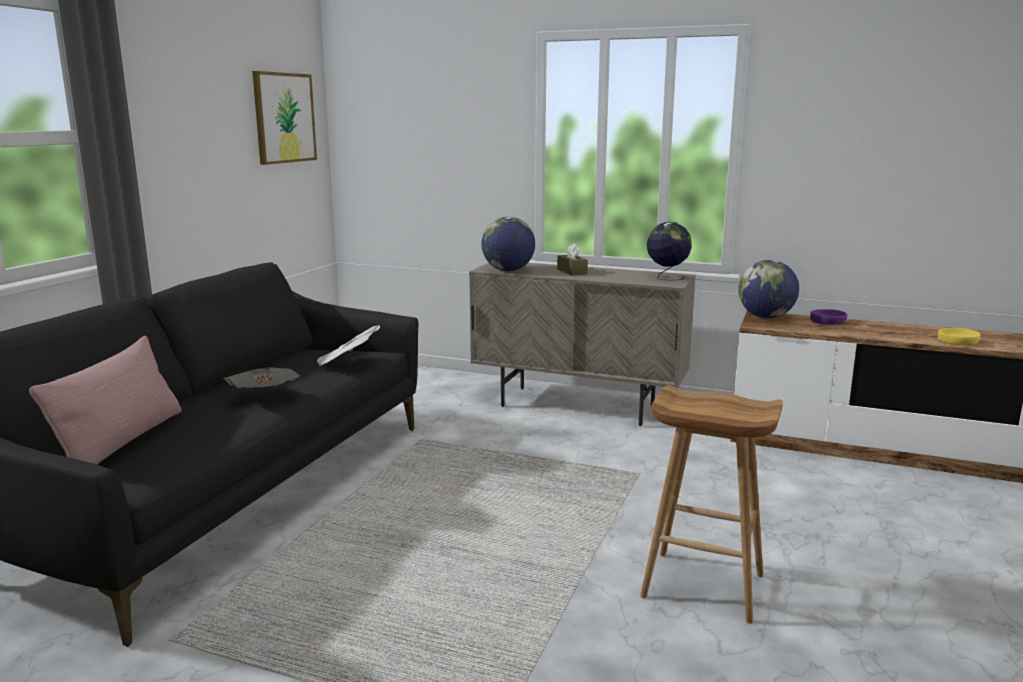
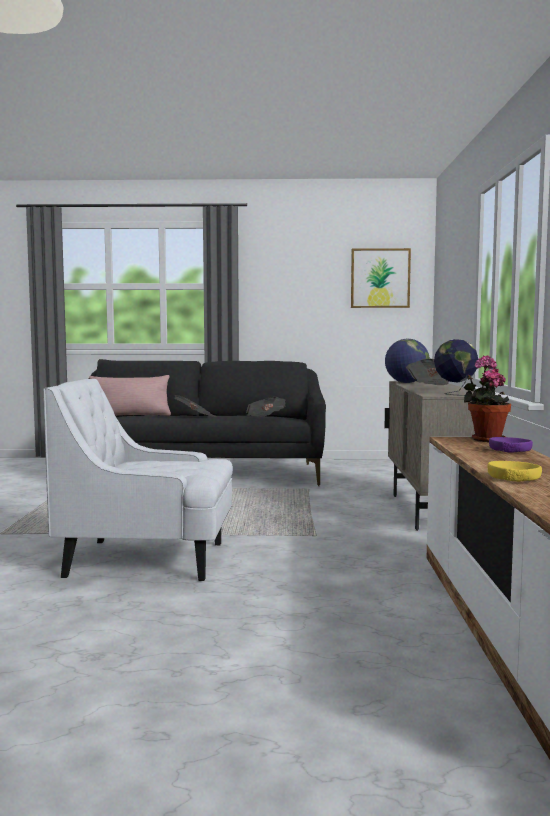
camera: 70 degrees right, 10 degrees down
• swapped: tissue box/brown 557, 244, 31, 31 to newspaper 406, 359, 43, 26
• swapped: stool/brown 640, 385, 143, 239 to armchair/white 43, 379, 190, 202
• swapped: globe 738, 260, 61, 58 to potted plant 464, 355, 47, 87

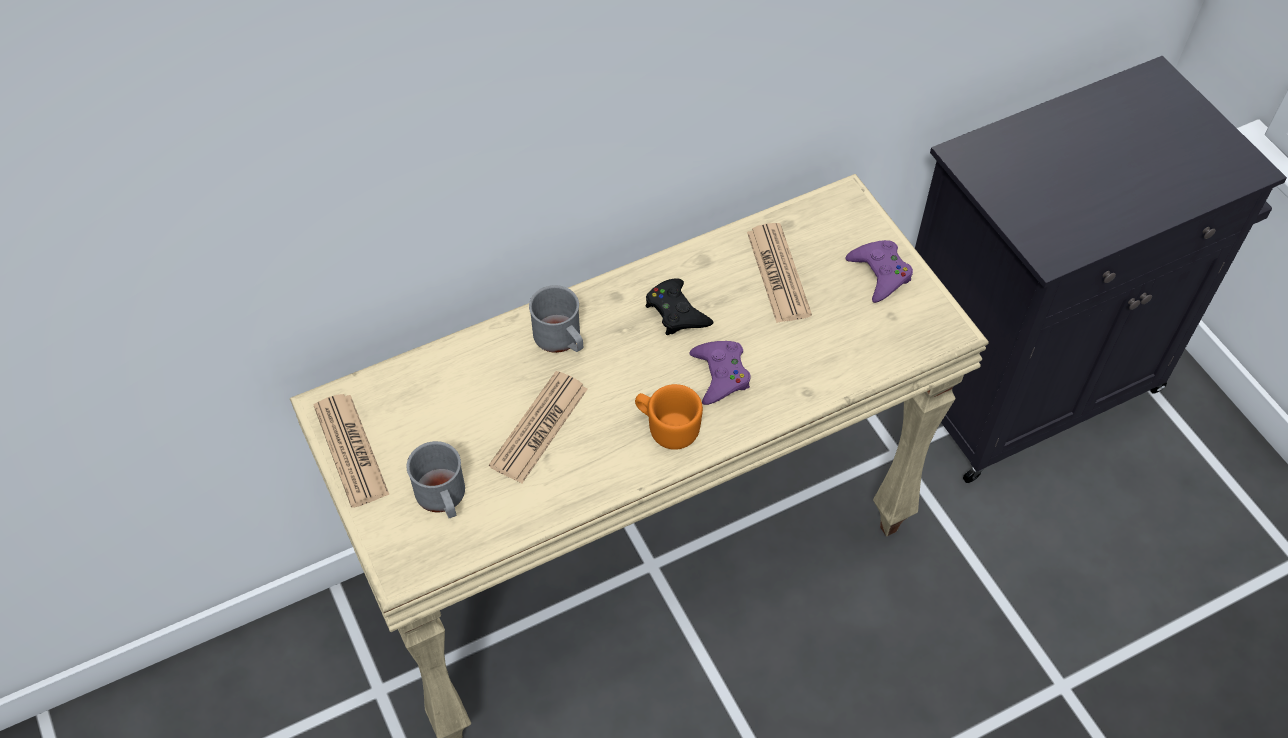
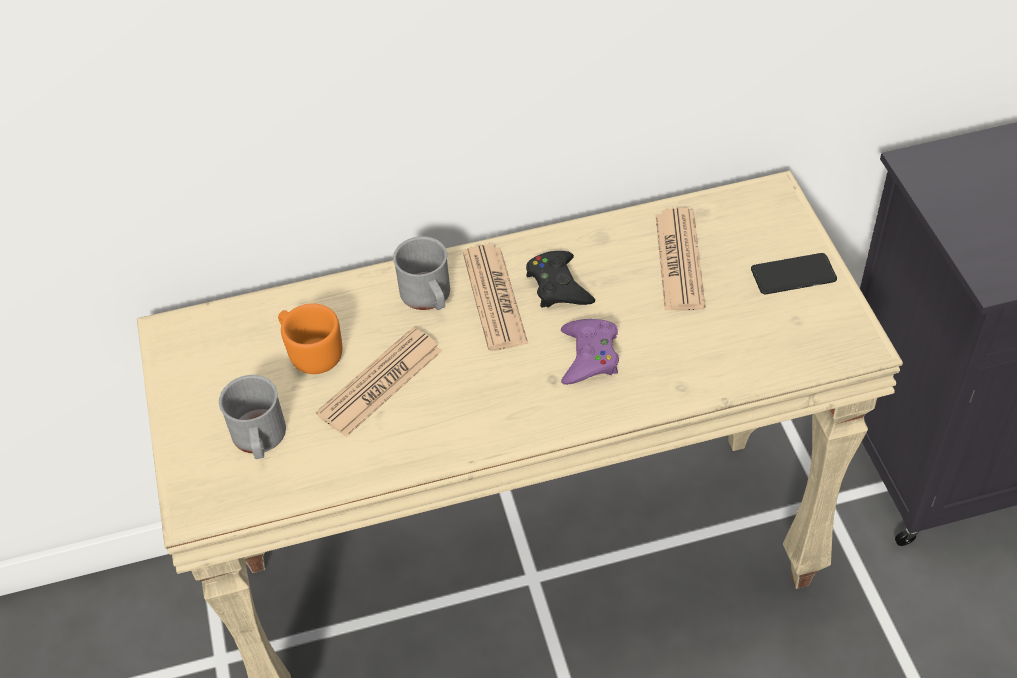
camera: 15 degrees right, 5 degrees down
• shifted: newspaper 313, 394, 76, 114 to 463, 244, 65, 107
• shifted: mug/orange 635, 384, 68, 66 to 278, 303, 64, 71
• swapped: game controller/purple 845, 240, 68, 63 to phone 751, 253, 86, 41

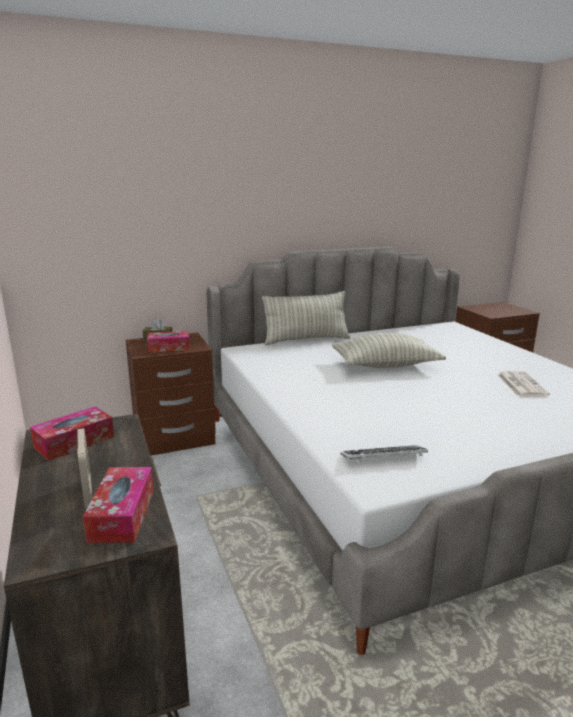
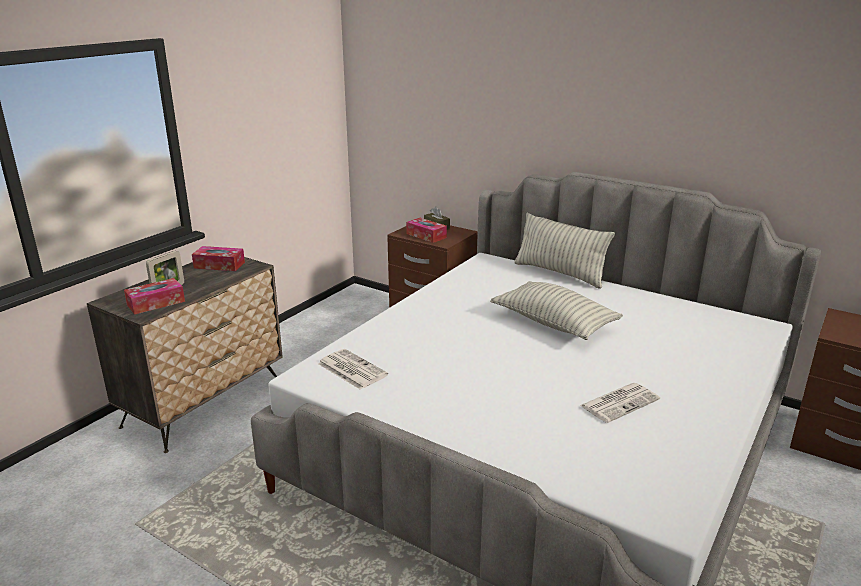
camera: 55 degrees right, 5 degrees up
• swapped: keyboard 341, 445, 87, 17 to newspaper 318, 349, 70, 41

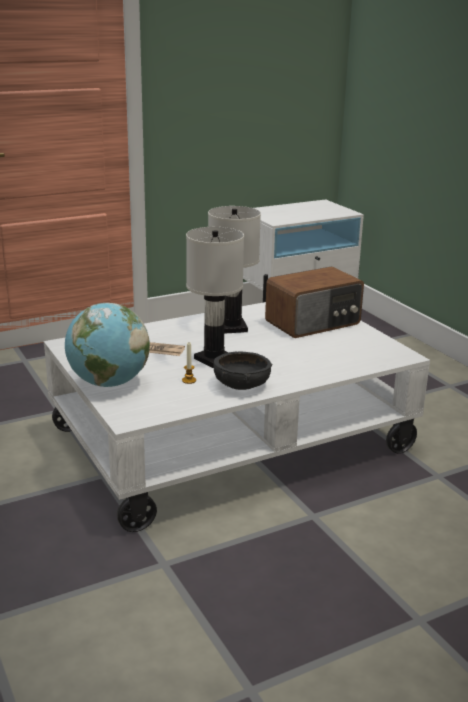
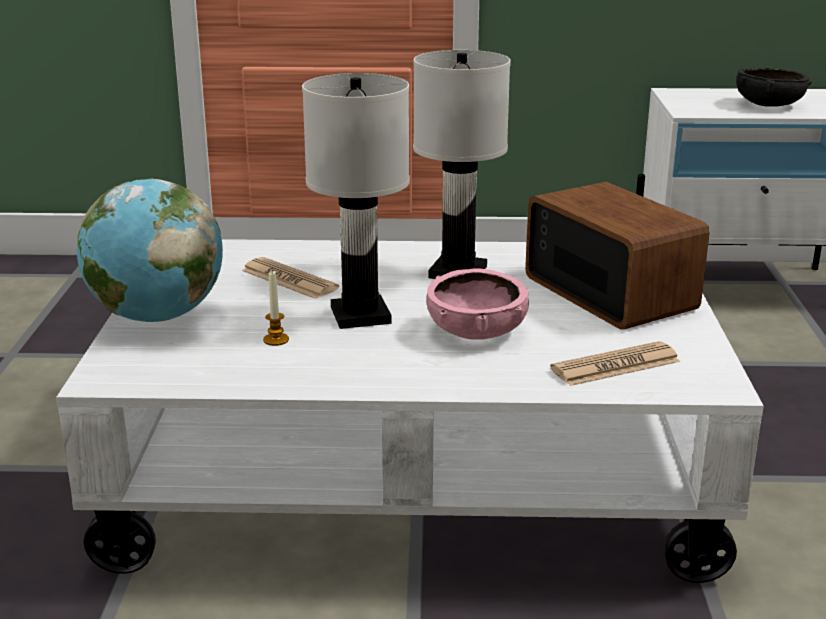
camera: 30 degrees right, 0 degrees up
• new: bowl/pink 426, 268, 103, 72
• new: newspaper 550, 341, 130, 45
• shifted: bowl/black 213, 351, 59, 39 to 736, 68, 76, 39
• rotated: radio 265, 266, 99, 72 = 525, 182, 185, 147 120 degrees counterclockwise

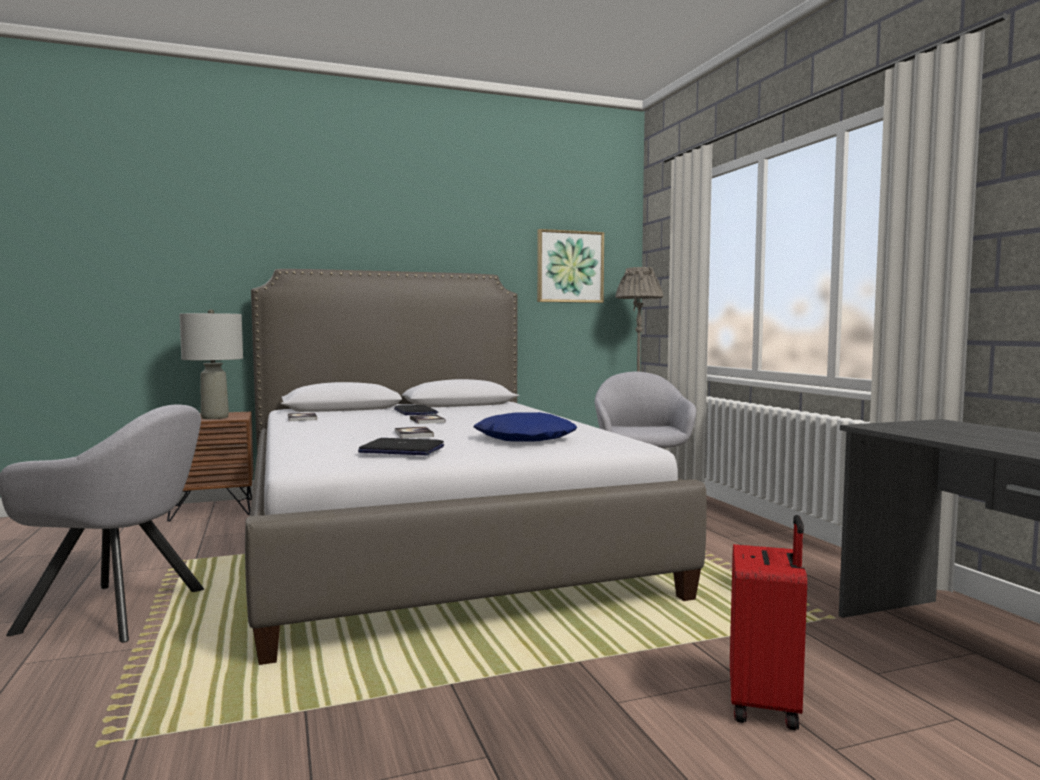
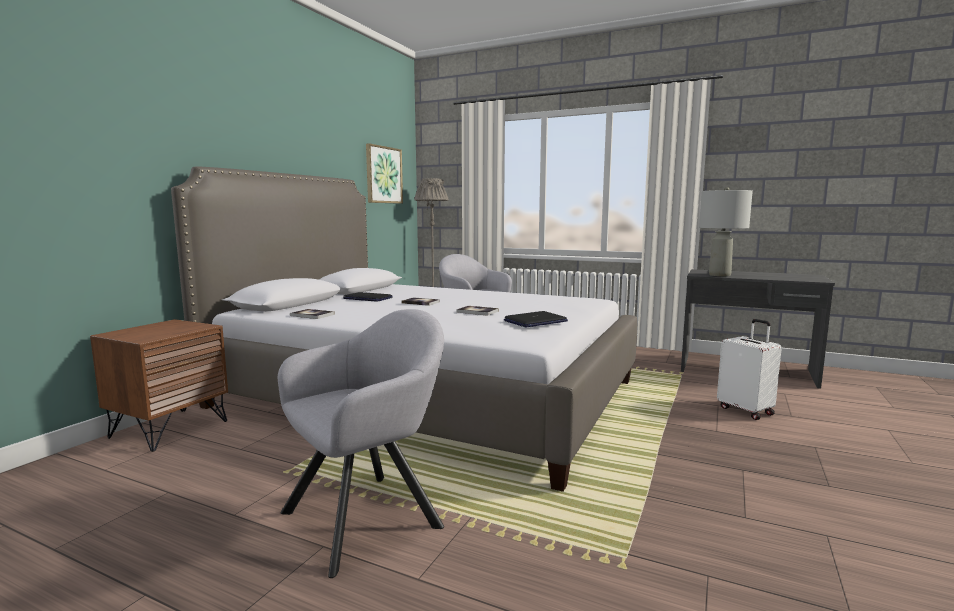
camera: 45 degrees left, 5 degrees up
• gone: pillow/blue 473, 412, 104, 30
• shifted: table lamp/grey 179, 309, 64, 110 to 699, 187, 54, 89
• repainted: suitcase/red 730, 515, 77, 215 to suitcase/white 717, 319, 65, 101

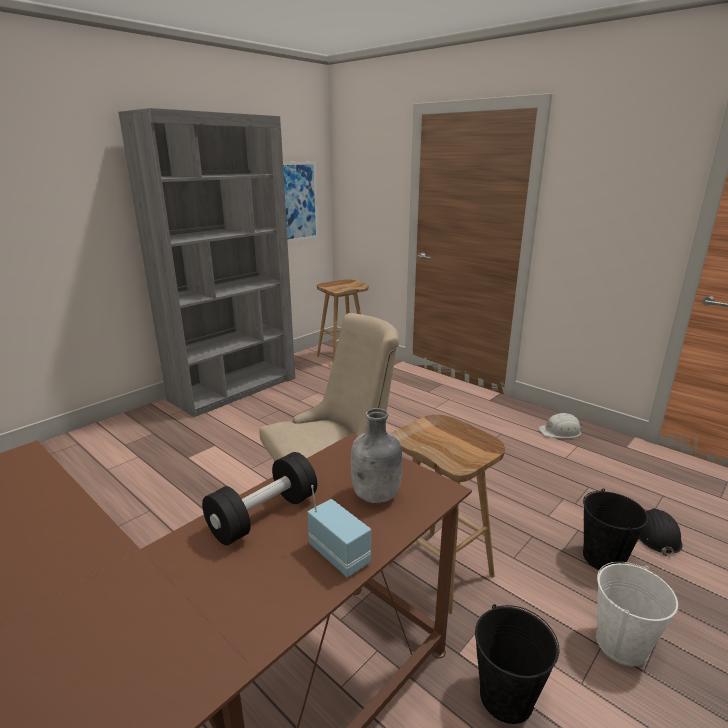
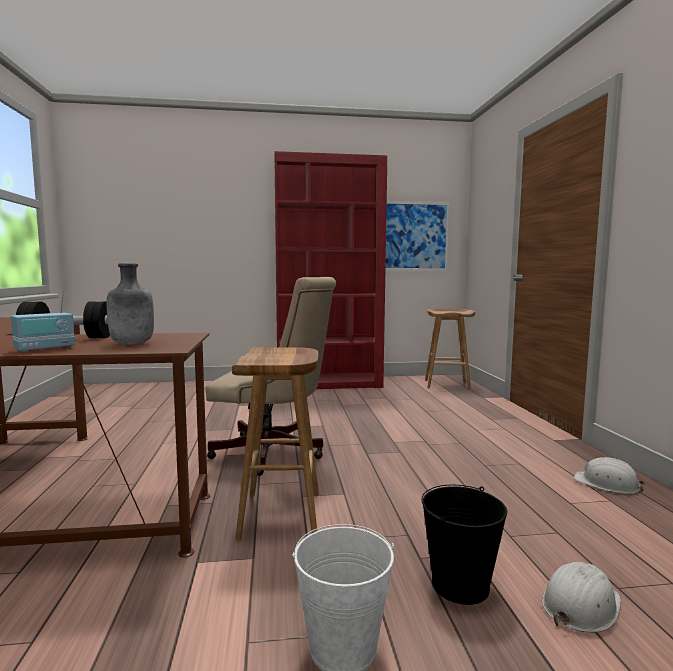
camera: 40 degrees right, 15 degrees down
• gone: bucket/black 475, 604, 84, 120
• repainted: bookcase/grey 118, 108, 177, 309 to bookcase/red 275, 151, 112, 238
• repainted: hard hat/black 639, 508, 43, 48 to hard hat/white 542, 562, 79, 71
• rotated: radio 308, 485, 63, 92 = 11, 291, 64, 61 45 degrees clockwise

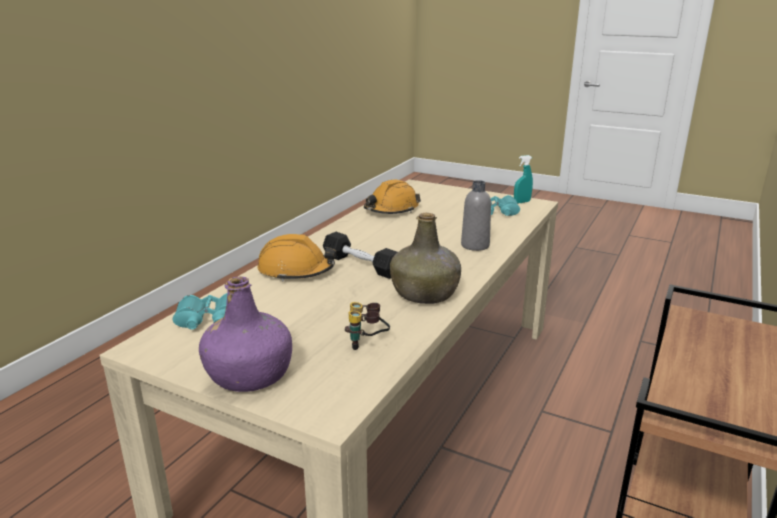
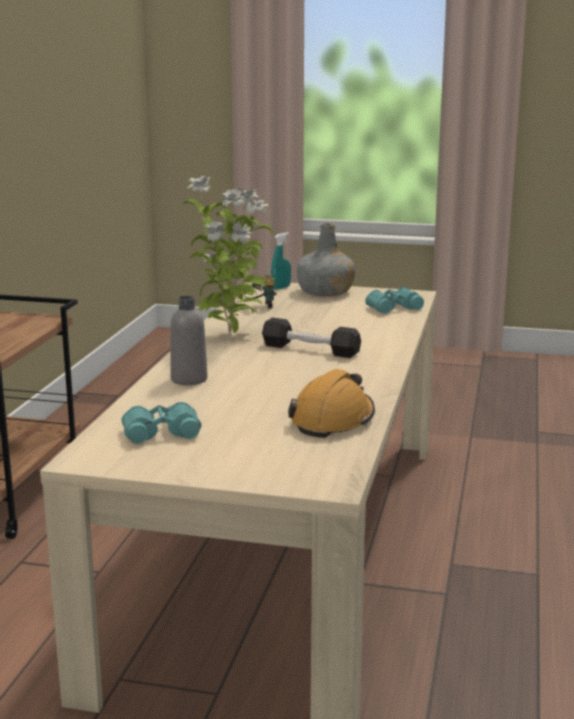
camera: 165 degrees right, 5 degrees down
• gone: hard hat/orange 257, 234, 79, 47
• shifted: spray bottle/turquoise 514, 155, 19, 48 to 271, 233, 20, 57
• swapped: bottle/green 390, 212, 71, 92 to potted plant 183, 176, 91, 158
• repainted: bottle/purple 199, 276, 93, 116 to bottle/grey 297, 223, 58, 73

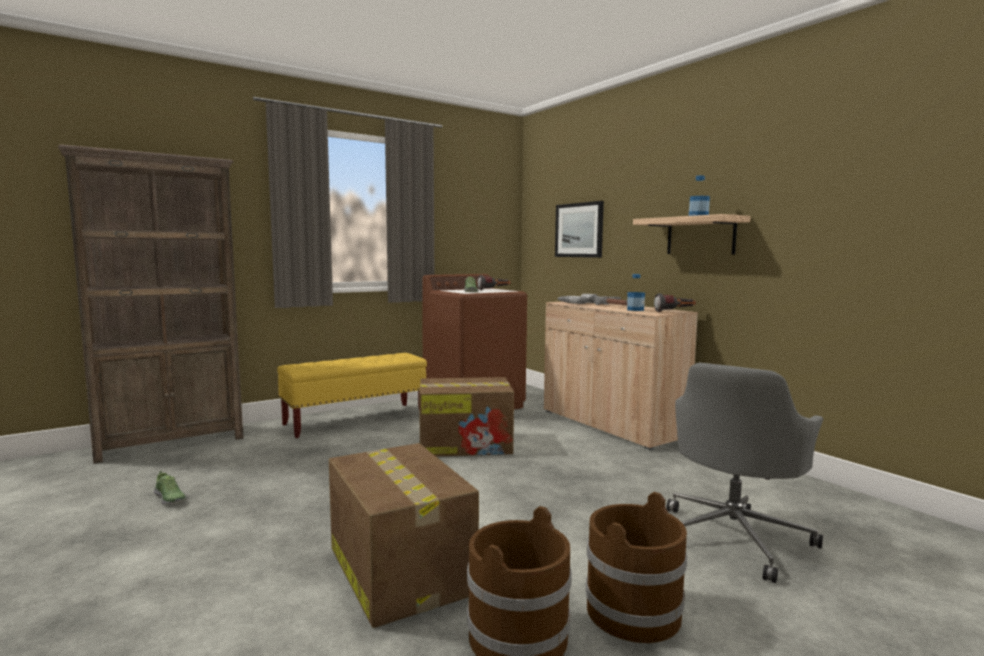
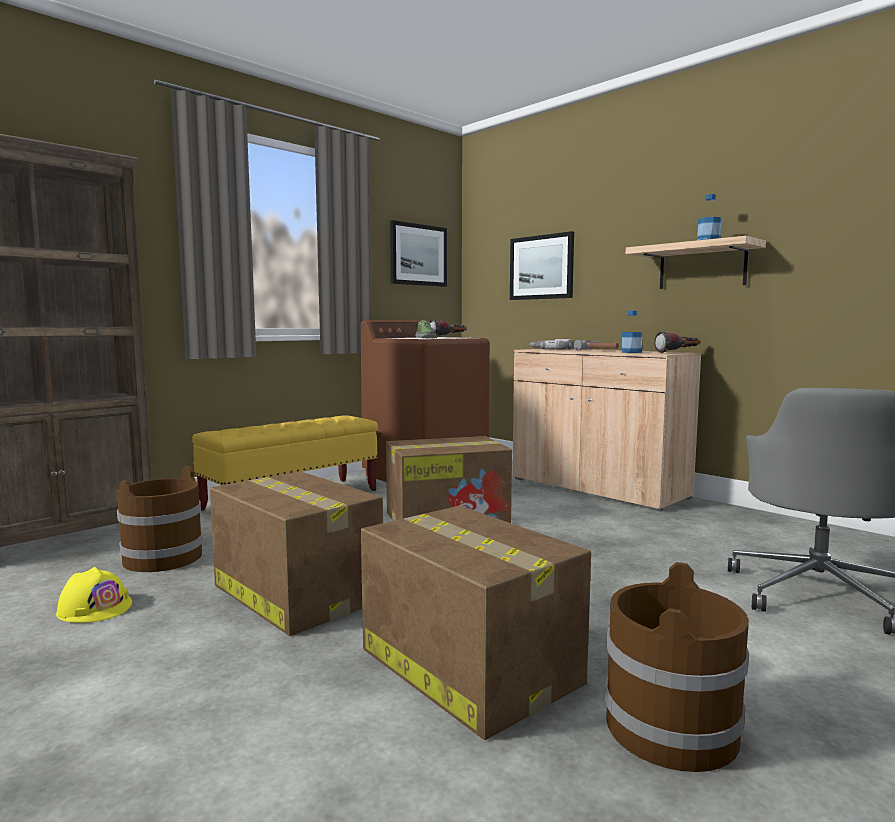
camera: 10 degrees left, 0 degrees up
• new: cardboard box 210, 471, 173, 165
• new: picture 390, 220, 57, 67
• shifted: bucket/brown 586, 492, 101, 151 to 117, 466, 86, 106
• swapped: shoe 154, 471, 32, 34 to hard hat/yellow 56, 567, 76, 56

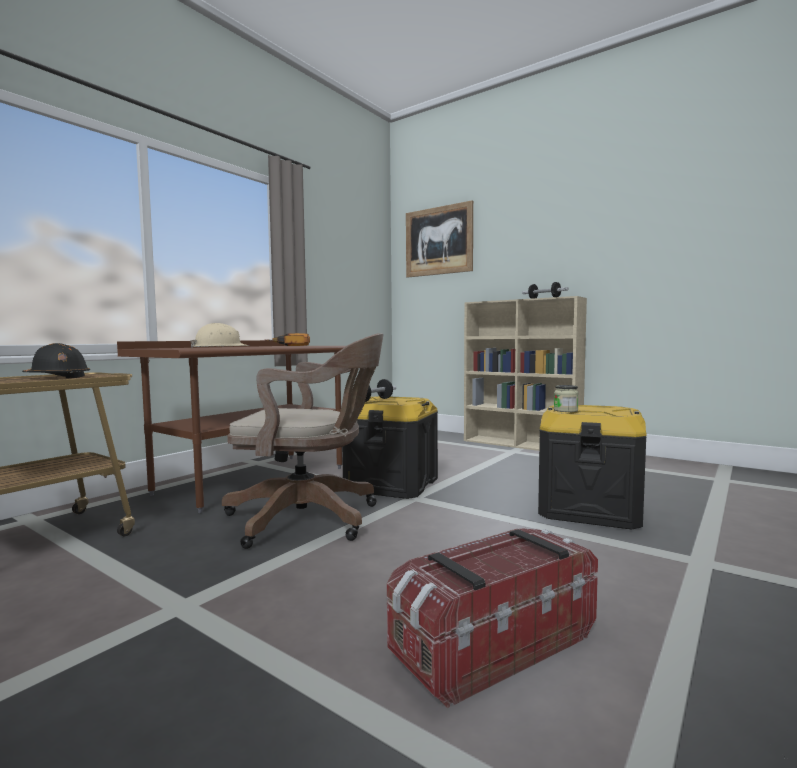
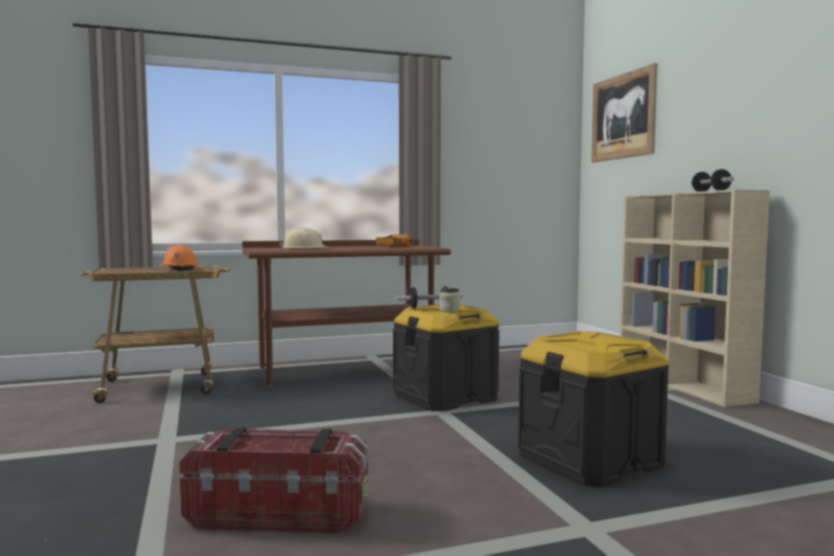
camera: 35 degrees right, 0 degrees up
• gone: office chair/brown 222, 333, 162, 216
• shifted: jar 554, 385, 25, 27 to 439, 288, 21, 24
• repainted: hard hat/black 22, 343, 68, 35 to hard hat/orange 160, 244, 39, 27

